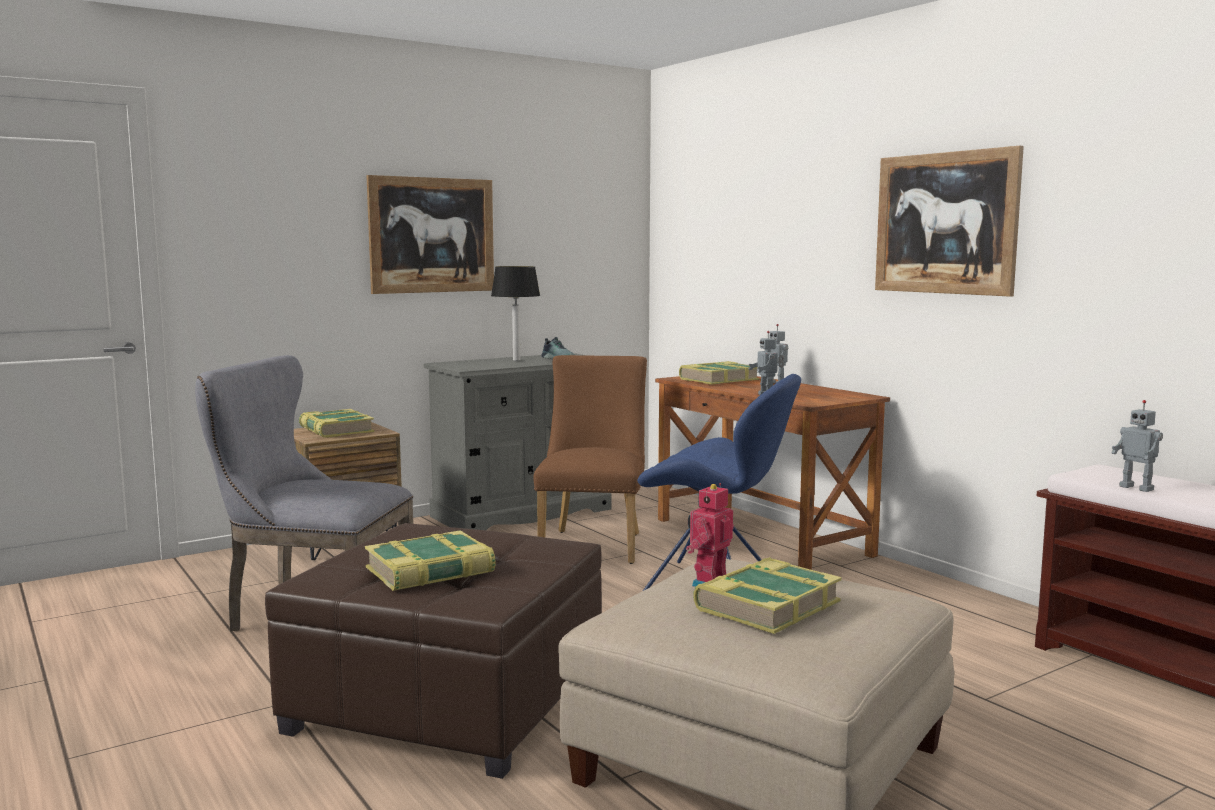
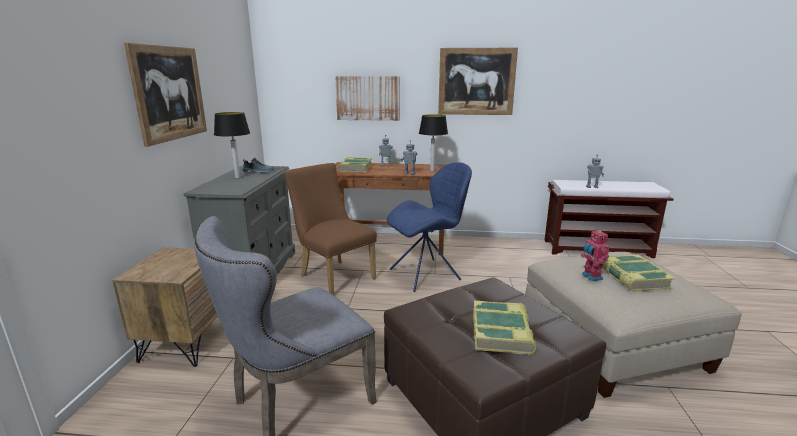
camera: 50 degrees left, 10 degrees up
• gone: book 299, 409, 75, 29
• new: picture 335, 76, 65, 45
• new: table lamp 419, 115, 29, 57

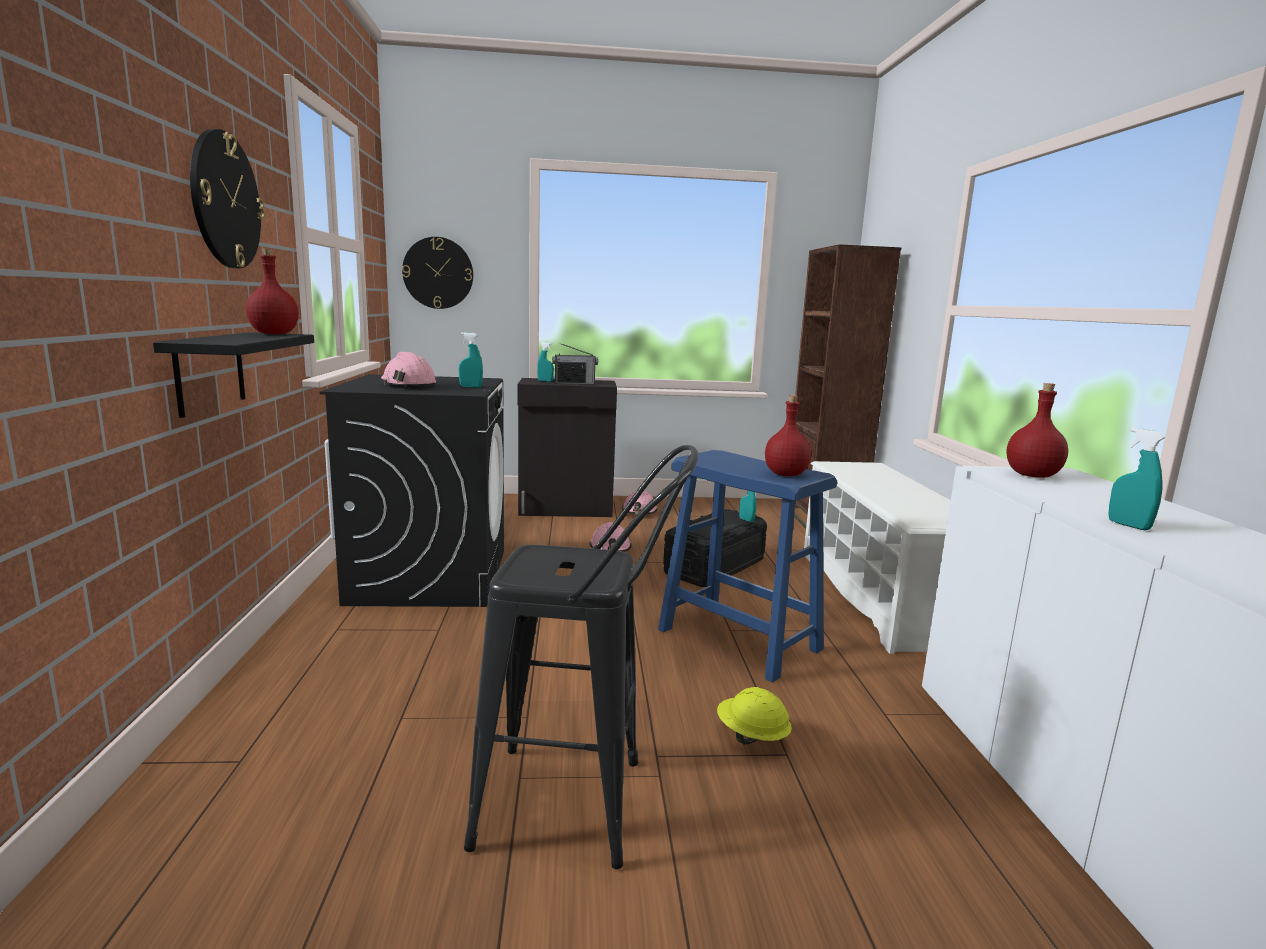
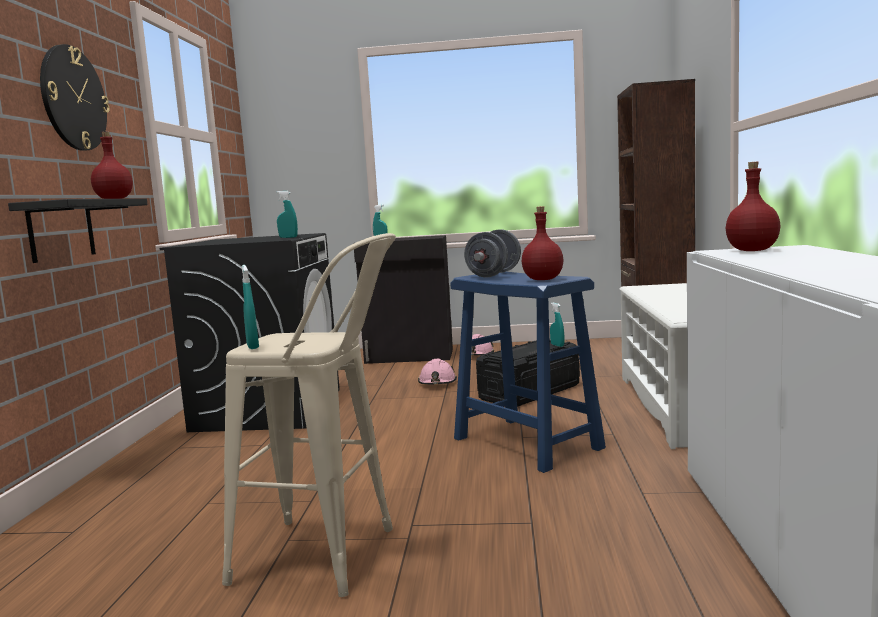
camera: 10 degrees right, 5 degrees down
• gone: hard hat/pink 379, 352, 57, 37
• gone: wall clock 402, 237, 71, 72
• gone: radio 552, 343, 46, 41
• gone: hard hat/yellow 717, 687, 75, 58
• new: dumbbell/grey 464, 229, 57, 48
• shifted: spray bottle/turquoise 1108, 428, 58, 102 to 242, 265, 17, 84
• repainted: stool/black 464, 445, 234, 424 to stool/beige 222, 233, 174, 364

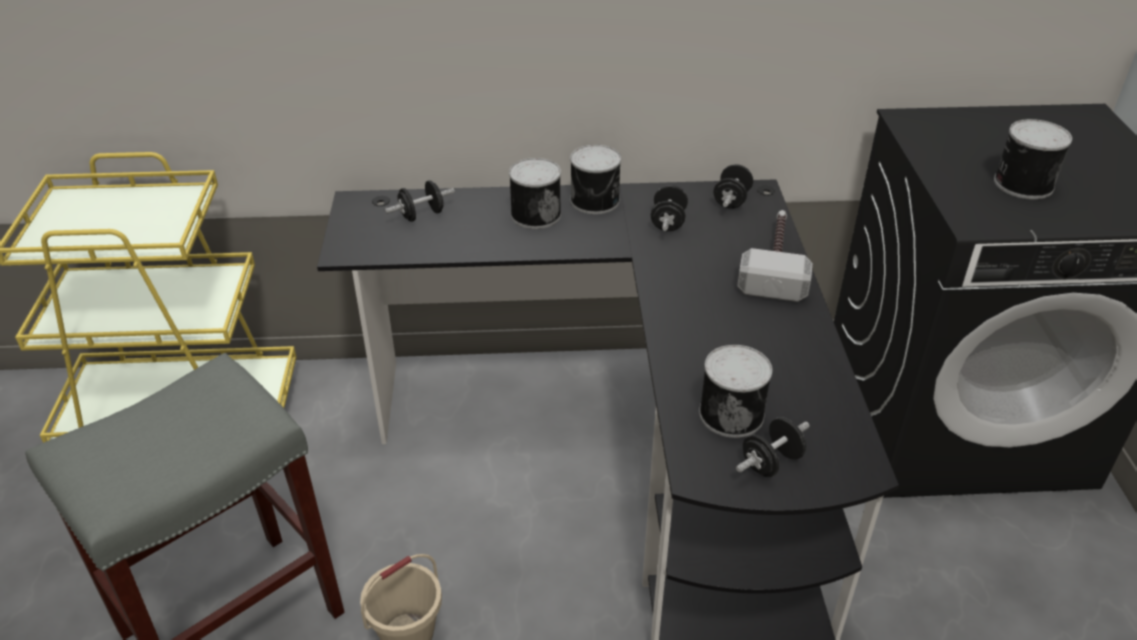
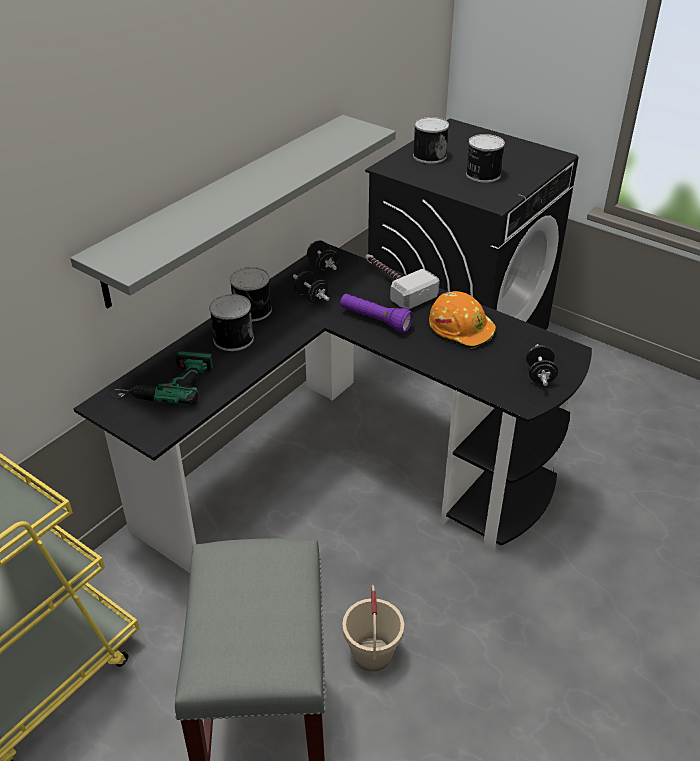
camera: 50 degrees left, 0 degrees up
• new: shelf/grey 70, 115, 326, 194
• new: flashlight/purple 340, 294, 73, 39
• new: hard hat/orange 429, 291, 67, 58
• shifted: can 699, 345, 73, 93 to 413, 117, 36, 47
• swapped: dumbbell/black 385, 180, 70, 42 to power drill 115, 350, 98, 55

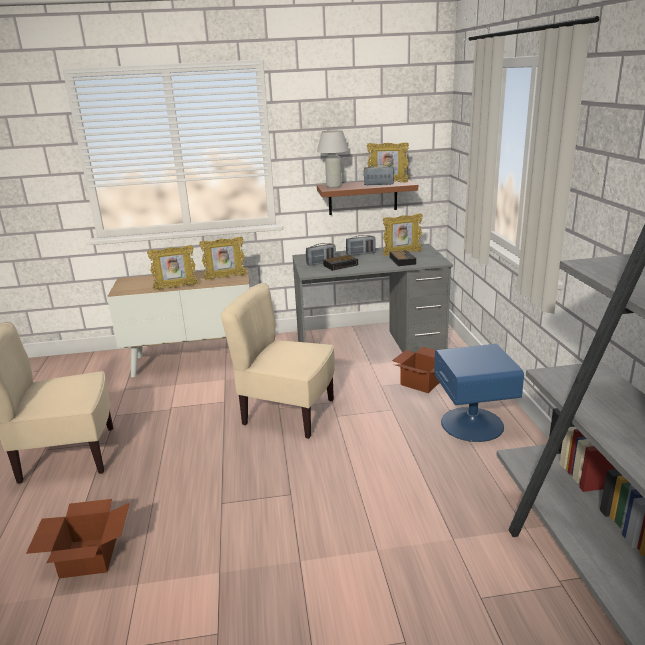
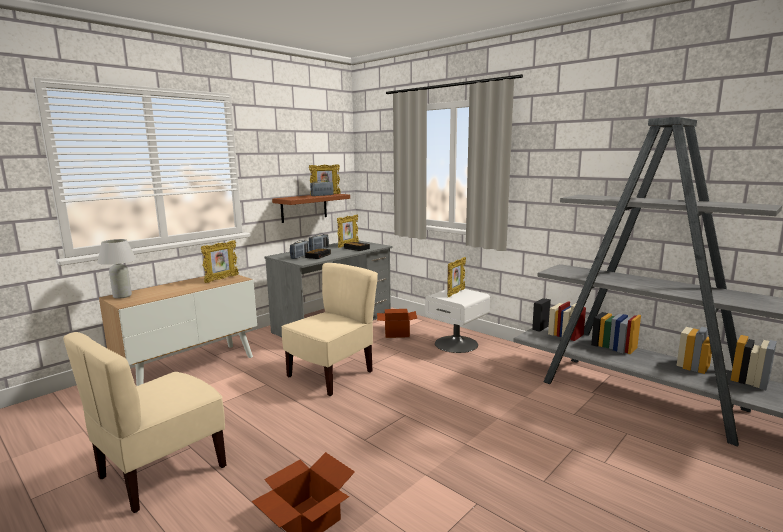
camera: 40 degrees left, 10 degrees down
• shifted: picture frame 147, 245, 51, 45 to 447, 257, 19, 40
• shifted: table lamp/white 317, 130, 32, 58 to 97, 239, 39, 60
• repainted: nightstand/blue 434, 344, 90, 98 to nightstand/white 425, 289, 65, 64
• rotated: chair/beige 221, 283, 114, 156 = 281, 263, 97, 133 150 degrees clockwise

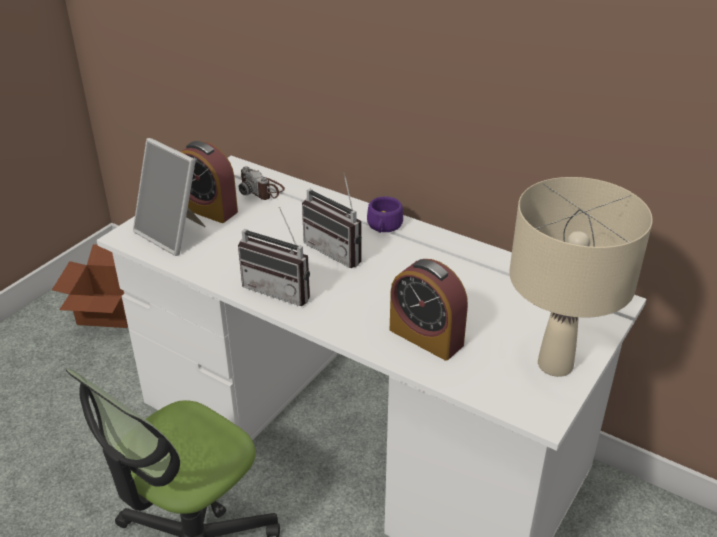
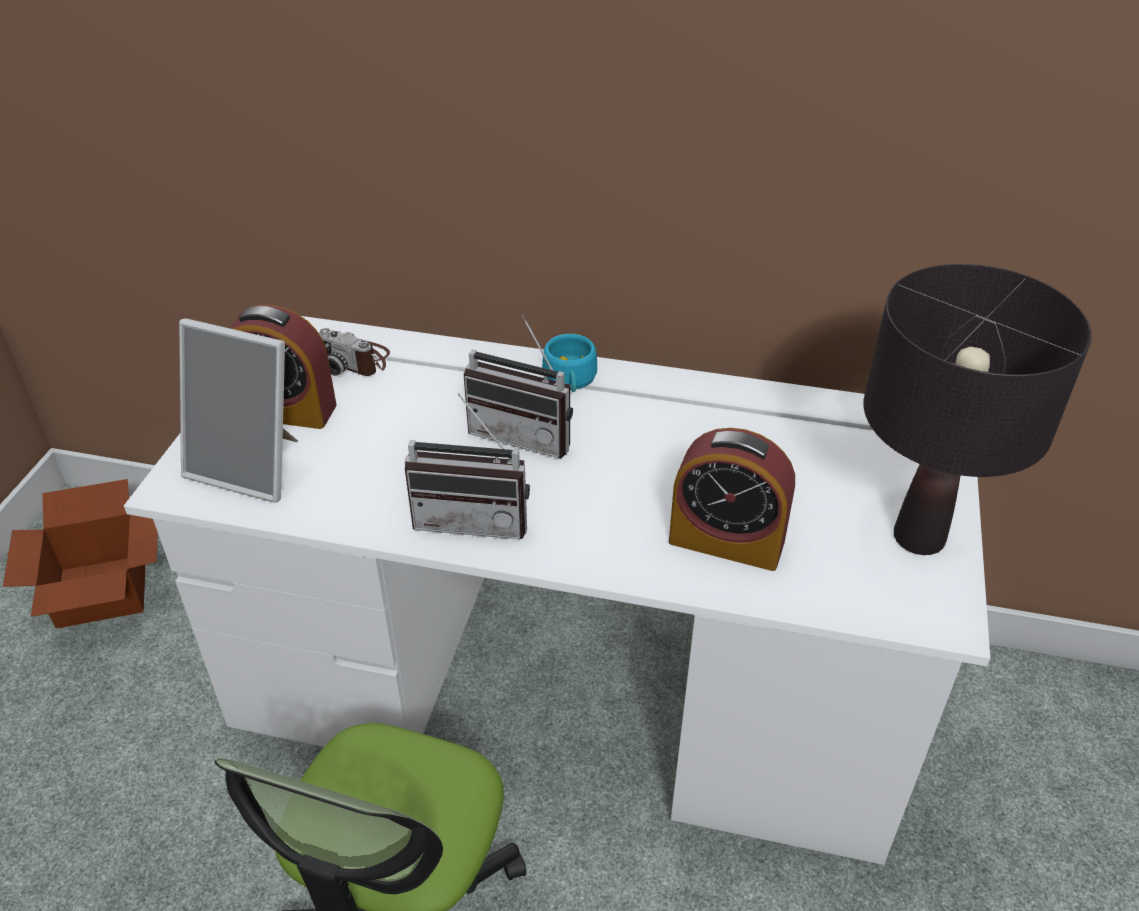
camera: 20 degrees left, 5 degrees up
• repainted: cup/purple 367, 196, 36, 37 to cup/turquoise 542, 334, 55, 58
• repainted: table lamp/beige 509, 177, 144, 200 to table lamp/black 863, 264, 229, 291

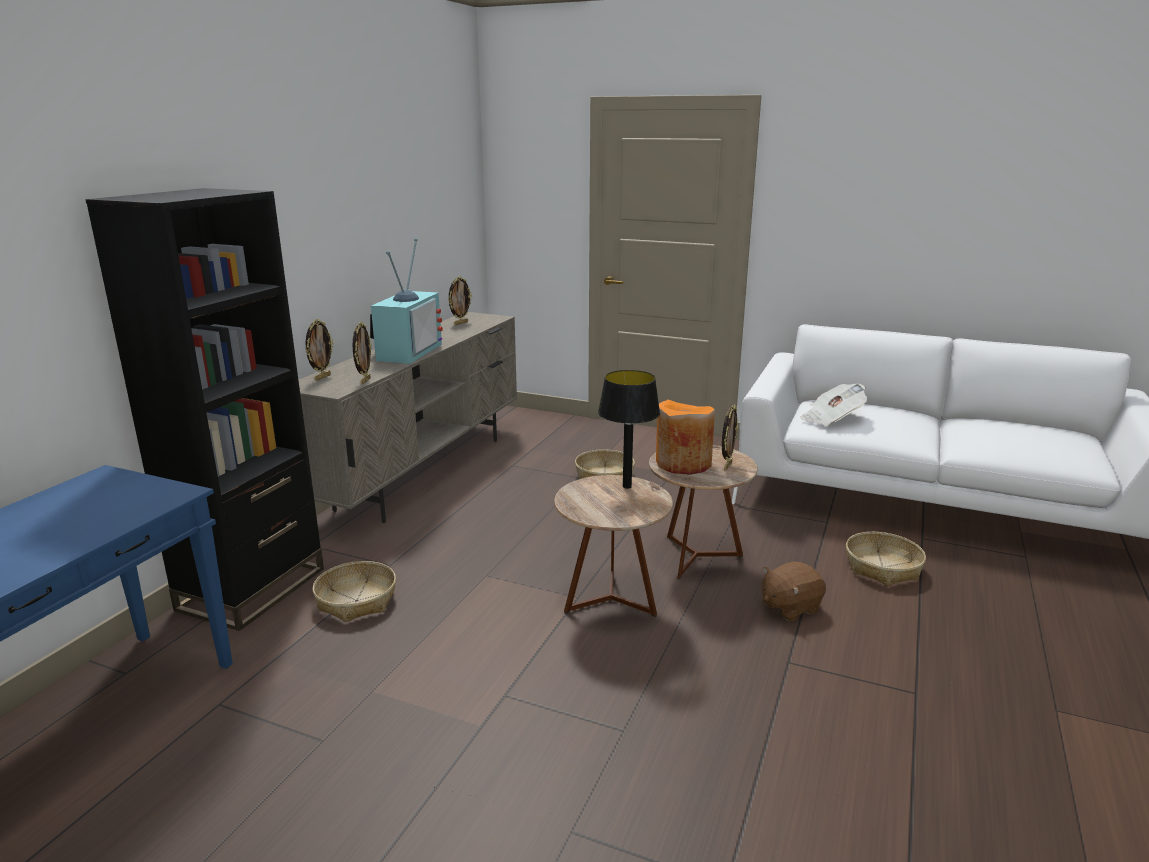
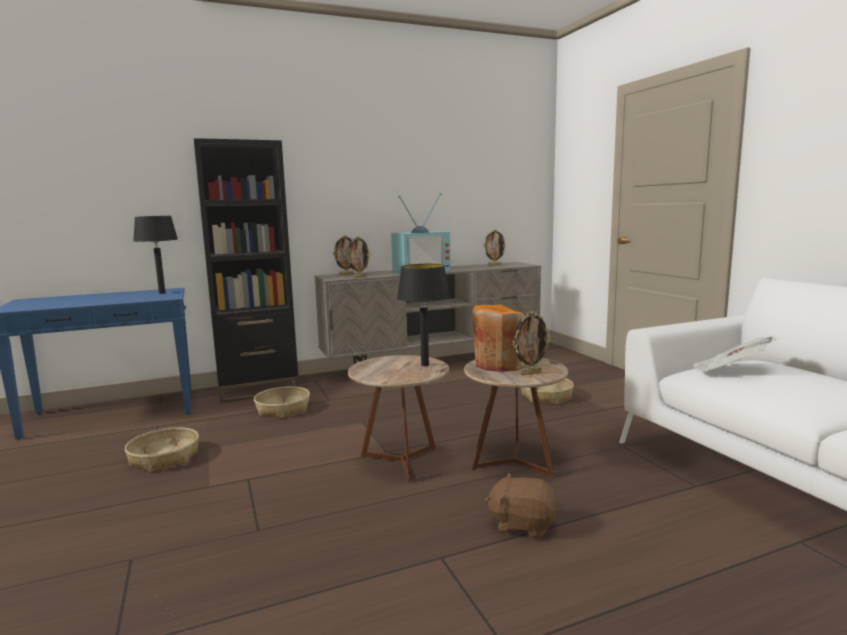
camera: 45 degrees right, 10 degrees down
• new: table lamp/black 133, 216, 45, 78
• shifted: basket 846, 532, 80, 54 to 125, 427, 74, 45

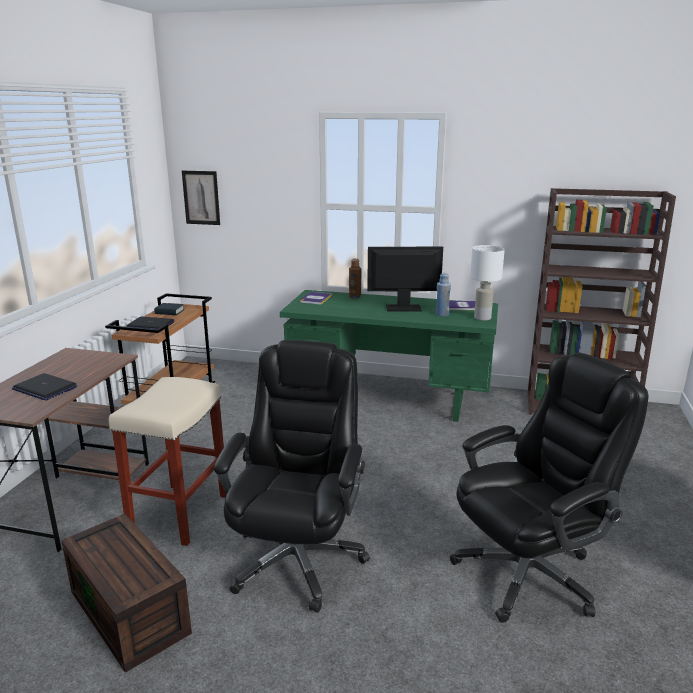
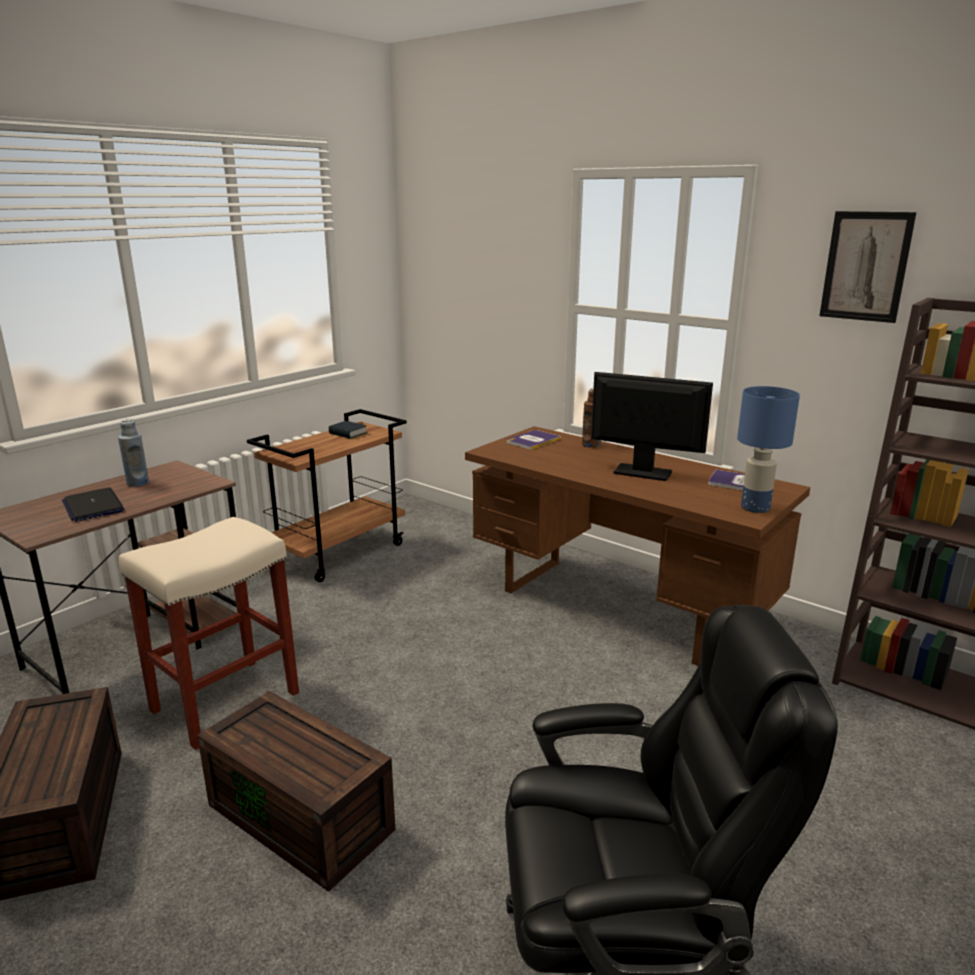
camera: 25 degrees right, 0 degrees up
• gone: laptop 126, 317, 49, 14
• shifted: picture 182, 171, 38, 54 to 819, 211, 98, 112
• shifted: bottle/blue 436, 273, 15, 43 to 118, 419, 31, 68
• swapped: office chair/black 214, 340, 156, 273 to storage box/brown 197, 691, 198, 201
• repainted: desk/green 280, 290, 218, 132 to desk/brown 465, 426, 345, 240
• repainted: table lamp/white 470, 245, 35, 76 to table lamp/blue 737, 386, 63, 127

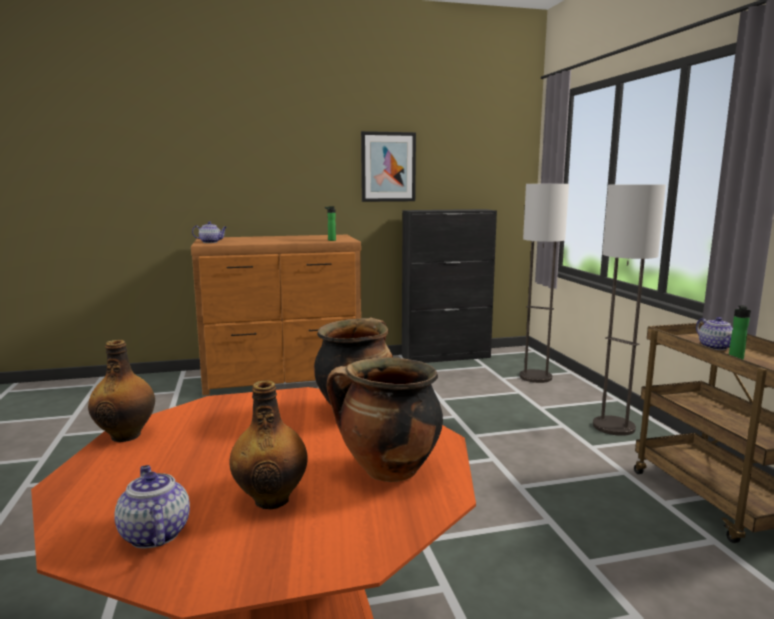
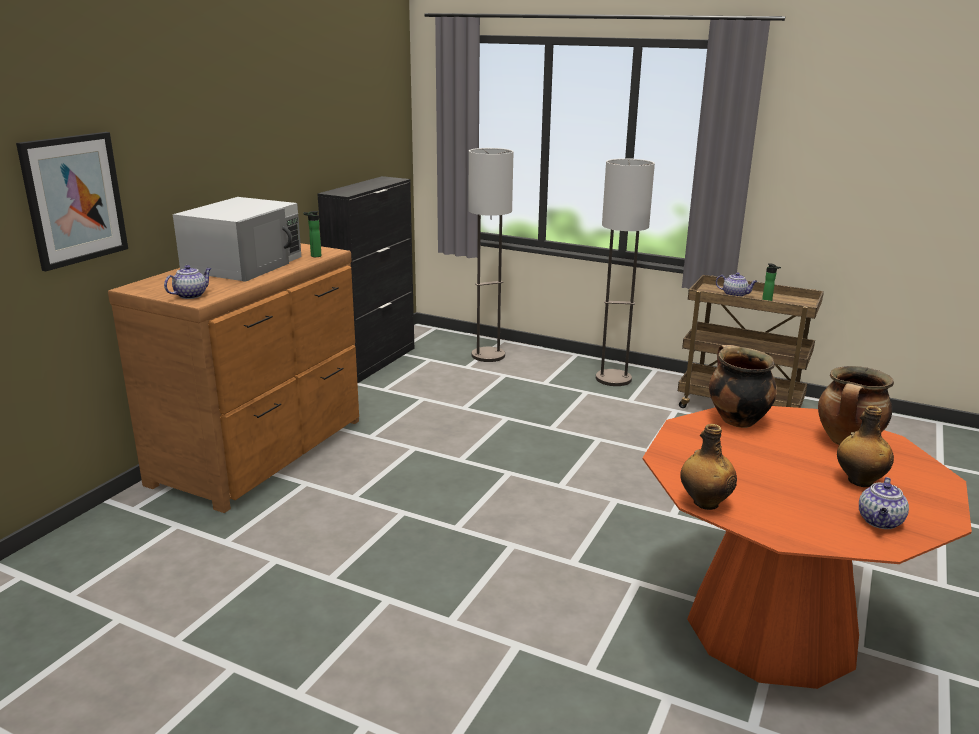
camera: 50 degrees left, 10 degrees up
• new: microwave/white 173, 197, 128, 85
• shifted: picture 361, 131, 55, 71 to 16, 132, 112, 140
• rotated: teapot 114, 465, 76, 83 = 859, 477, 50, 52 75 degrees counterclockwise

